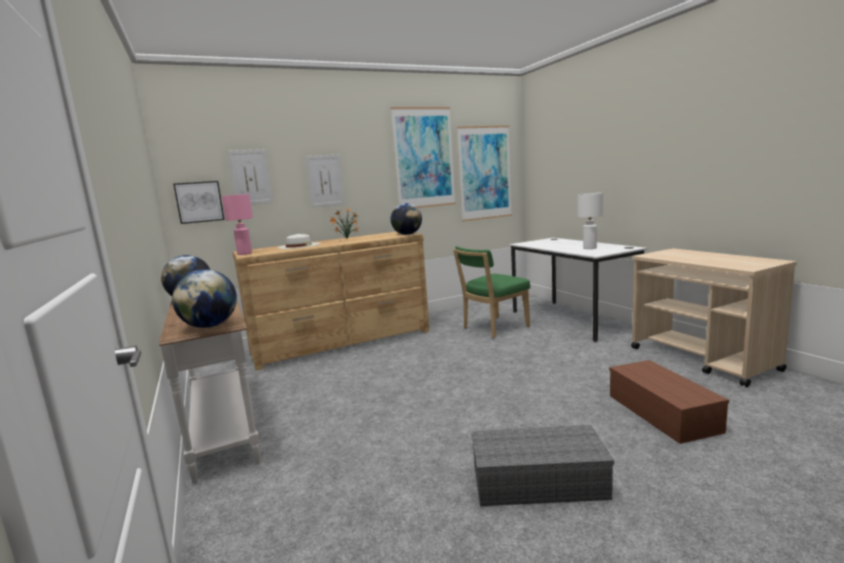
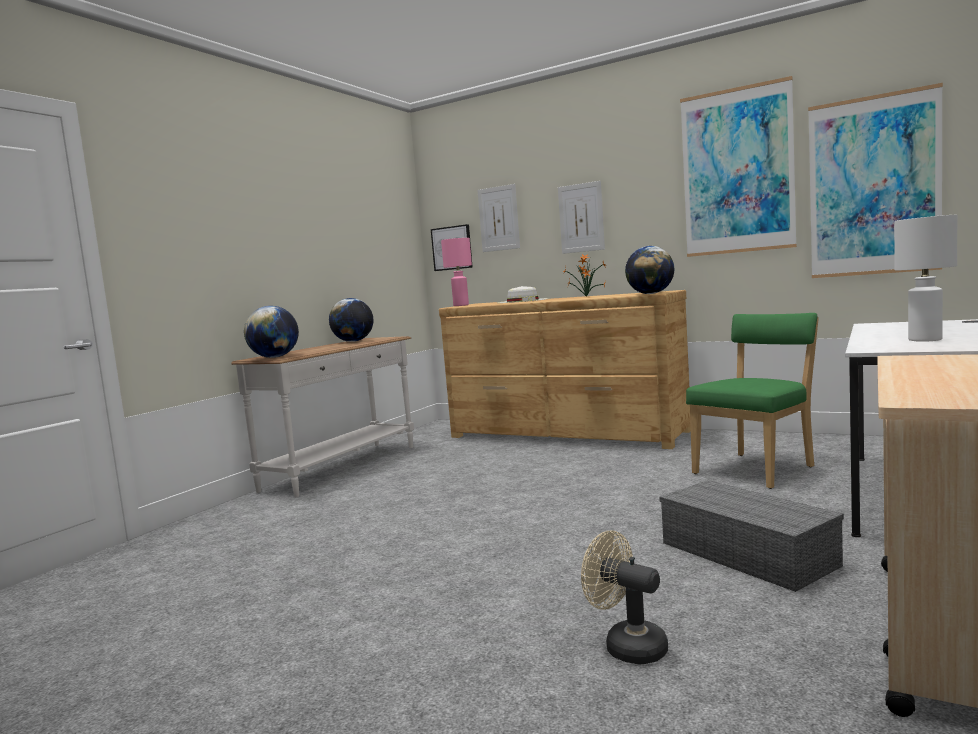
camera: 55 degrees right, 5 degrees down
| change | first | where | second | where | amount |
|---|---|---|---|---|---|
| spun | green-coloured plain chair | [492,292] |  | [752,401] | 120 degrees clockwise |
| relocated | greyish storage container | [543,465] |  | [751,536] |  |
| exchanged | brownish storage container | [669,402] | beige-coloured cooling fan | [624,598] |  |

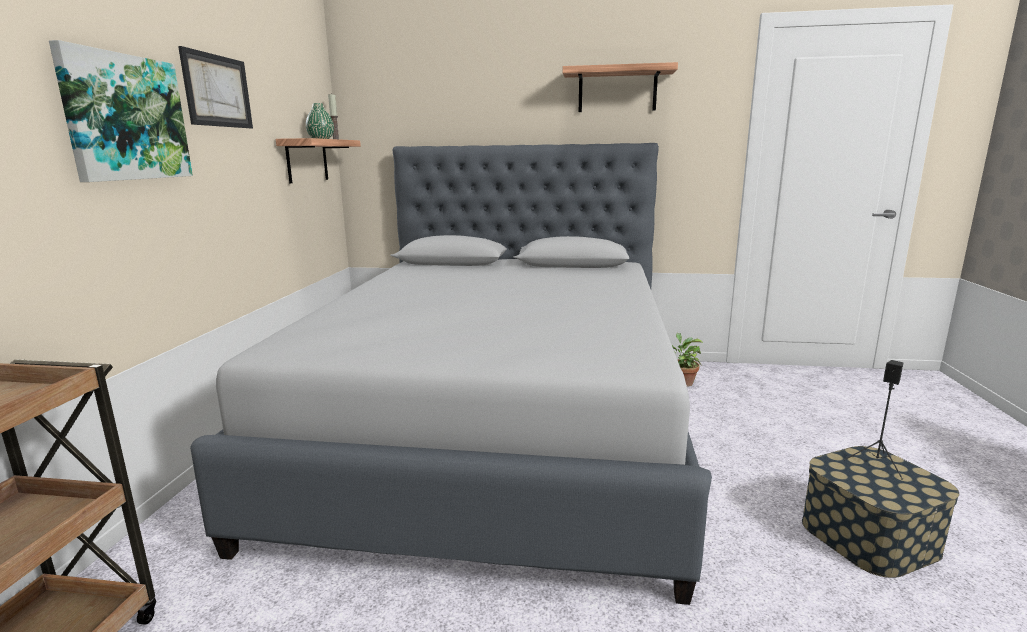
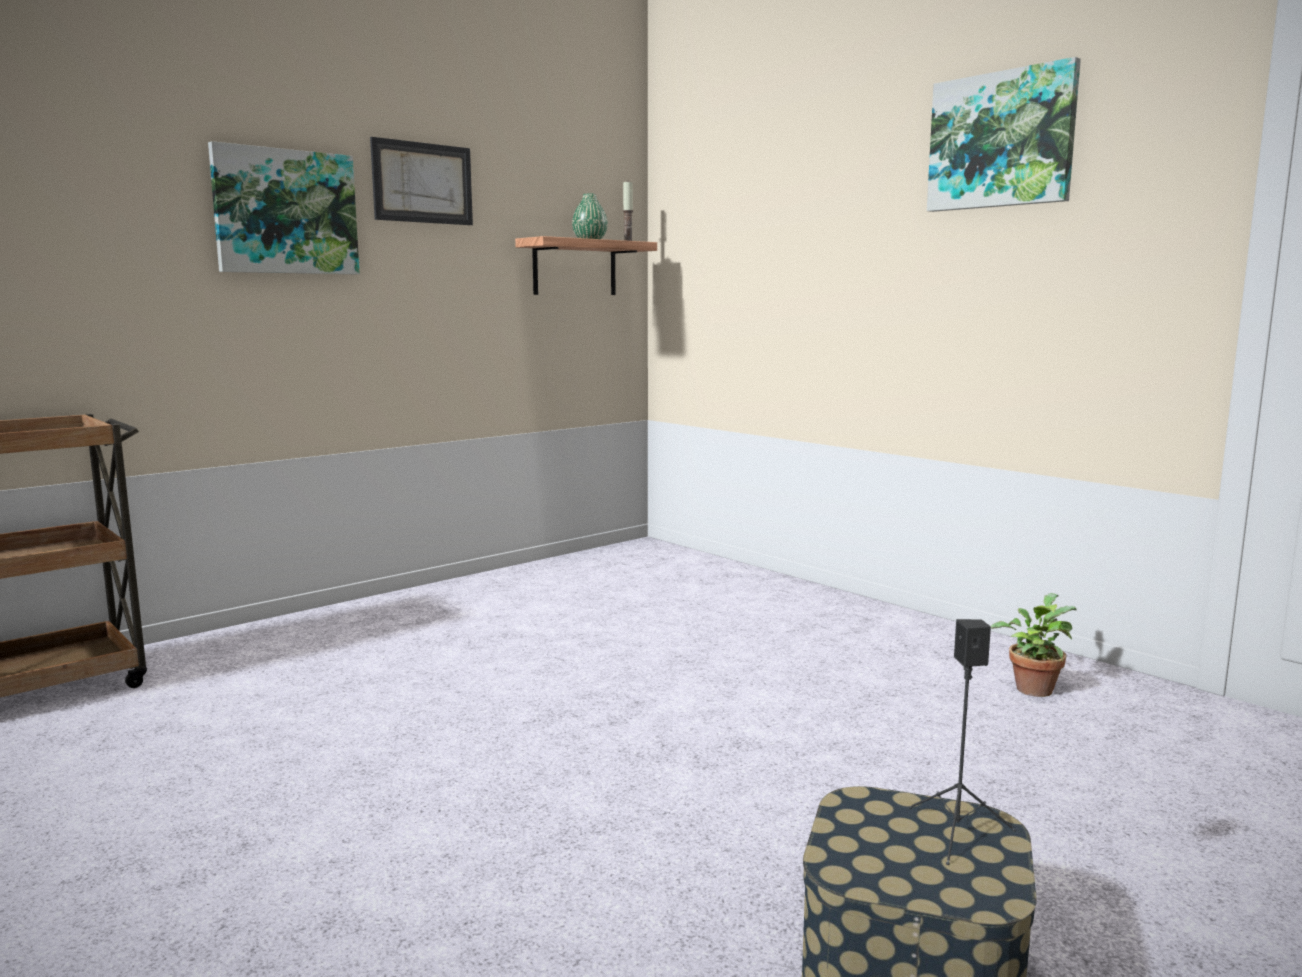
camera: 40 degrees right, 5 degrees down
| change | first | where | second | where | amount |
|---|---|---|---|---|---|
| missing | greyish bedroom bed | [451,374] |  |  |  |
| exchanged | wall shelf | [620,87] | picture | [1004,134] |  |

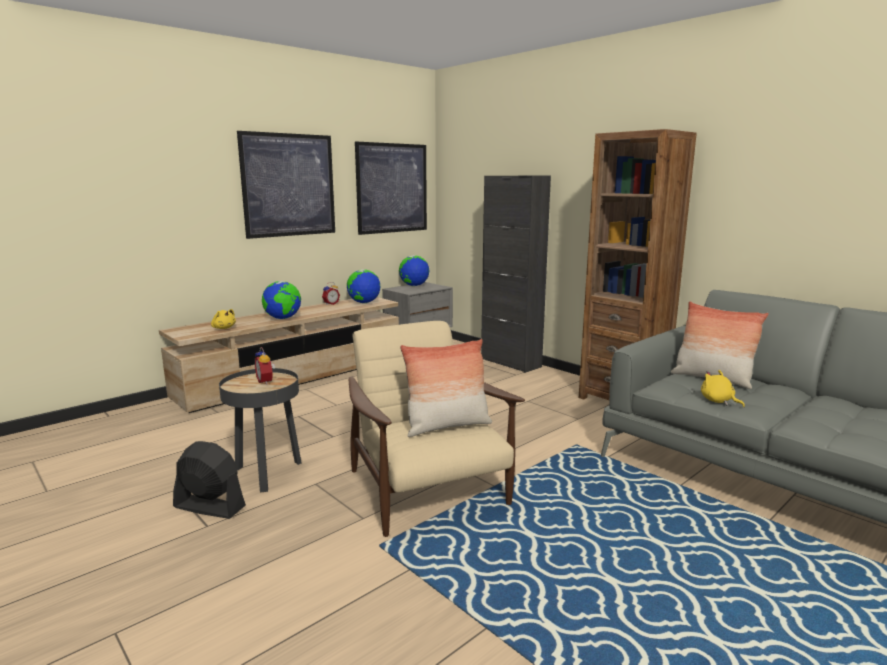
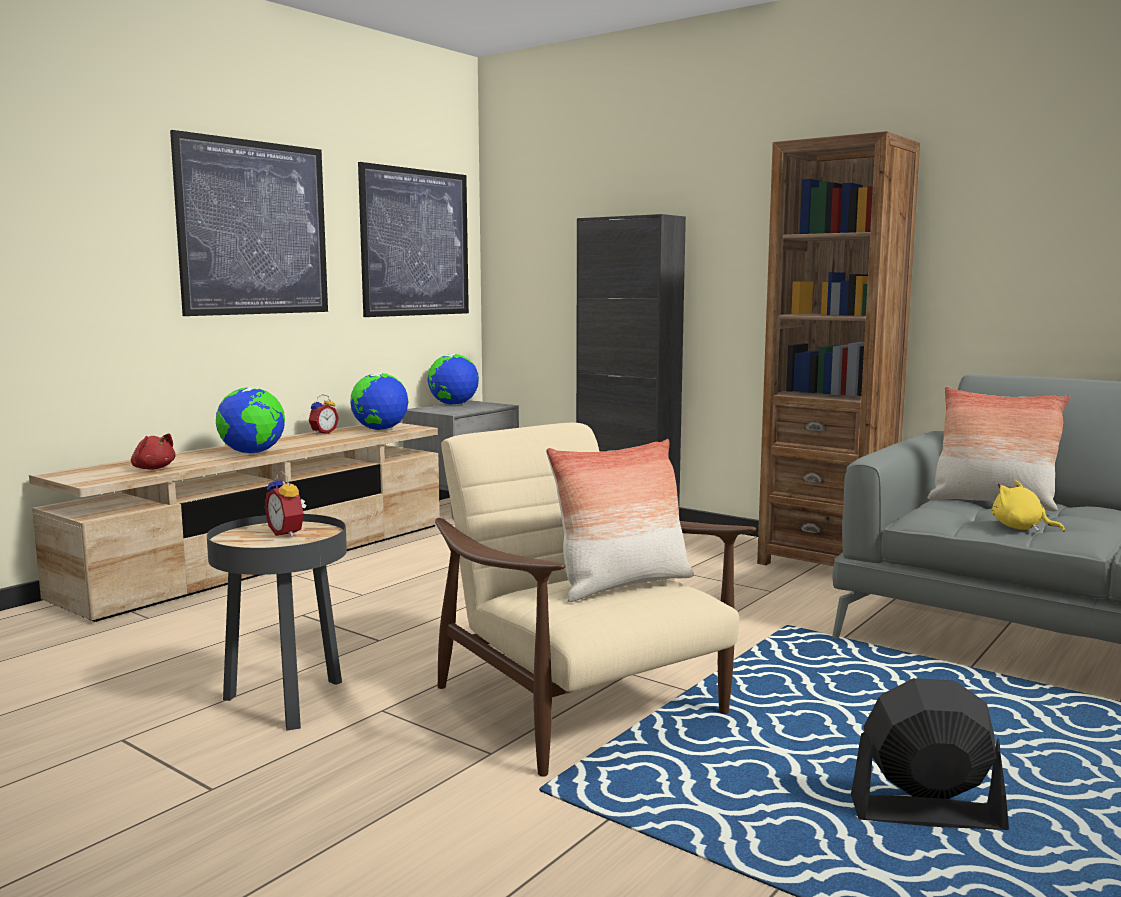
camera: 10 degrees left, 5 degrees down
| change | first | where | second | where | amount |
|---|---|---|---|---|---|
| relocated | black cooling fan | [209,480] |  | [930,754] |  |
| colour | yellow-coloured plush toy | [223,319] | red-coloured plush toy | [153,451] |  |

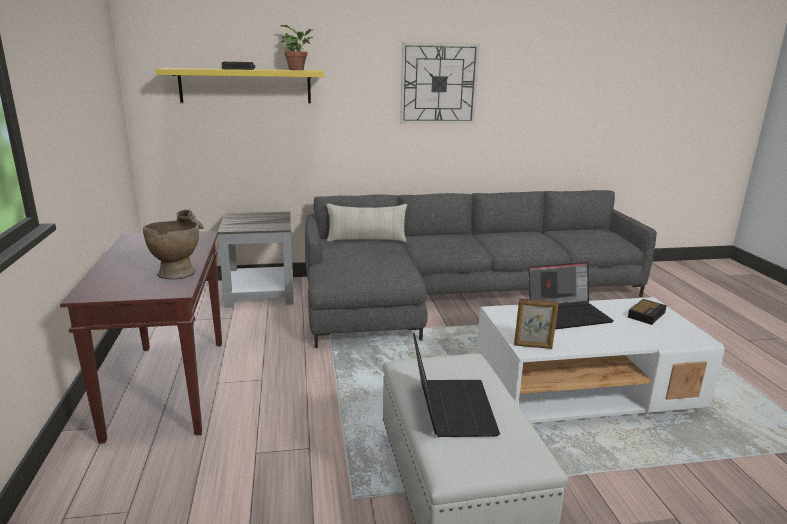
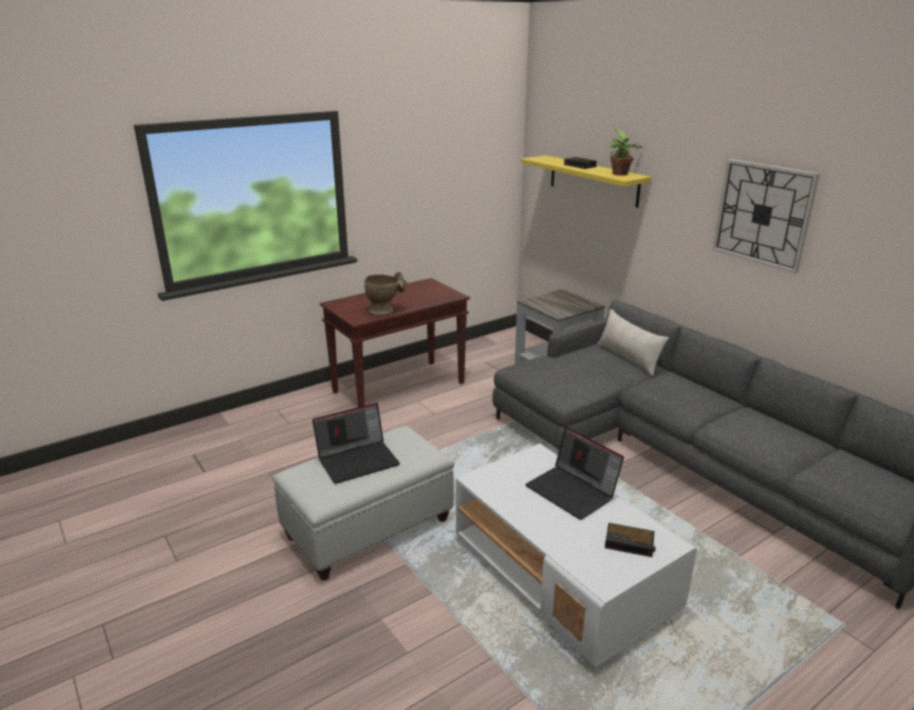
camera: 65 degrees right, 5 degrees up
| change | first | where | second | where | amount |
|---|---|---|---|---|---|
| missing | picture frame | [536,323] |  |  |  |

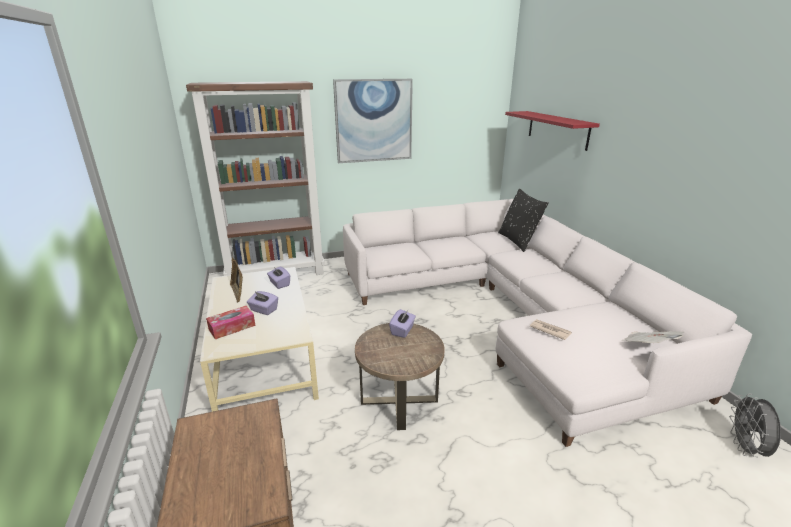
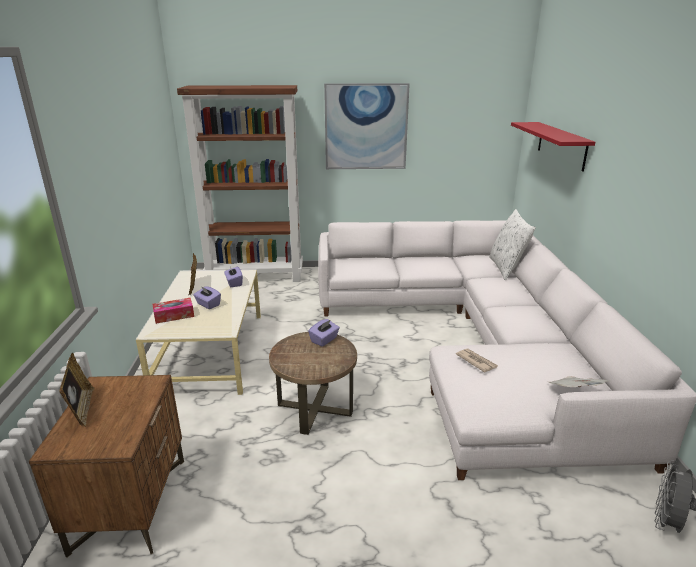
camera: 15 degrees right, 0 degrees up
| change | first | where | second | where | amount |
|---|---|---|---|---|---|
| colour | black throw pillow | [523,220] | white-coloured throw pillow | [512,244] |  |
| appeared |  |  | picture frame | [76,390] |  |

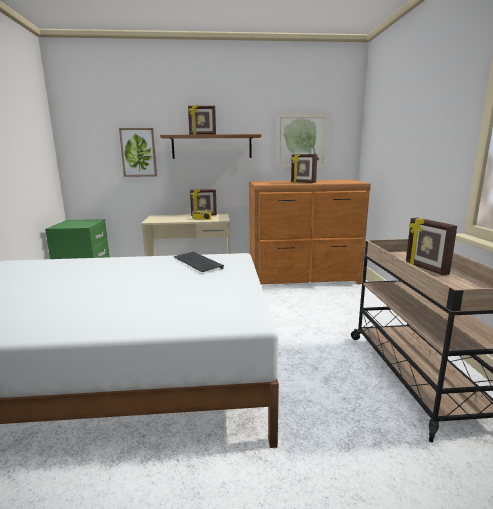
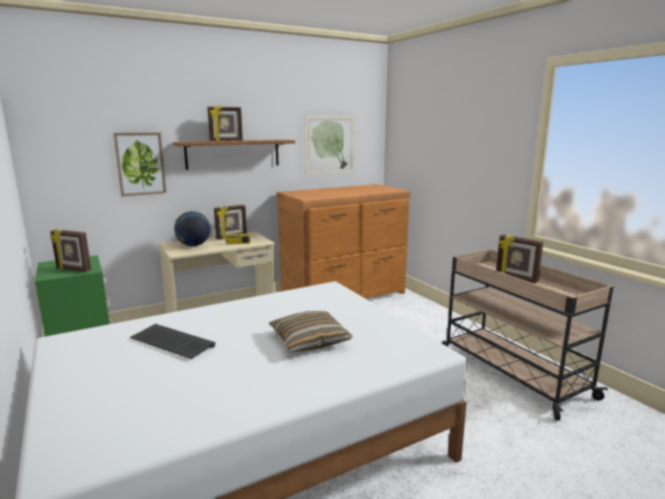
camera: 25 degrees left, 0 degrees up
| change | first | where | second | where | amount |
|---|---|---|---|---|---|
| relocated | PC keyboard | [198,262] |  | [173,341] |  |
| relocated | picture frame | [304,168] |  | [70,251] |  |
| appeared |  |  | world globe | [192,228] |  |
| appeared |  |  | throw pillow | [310,331] |  |

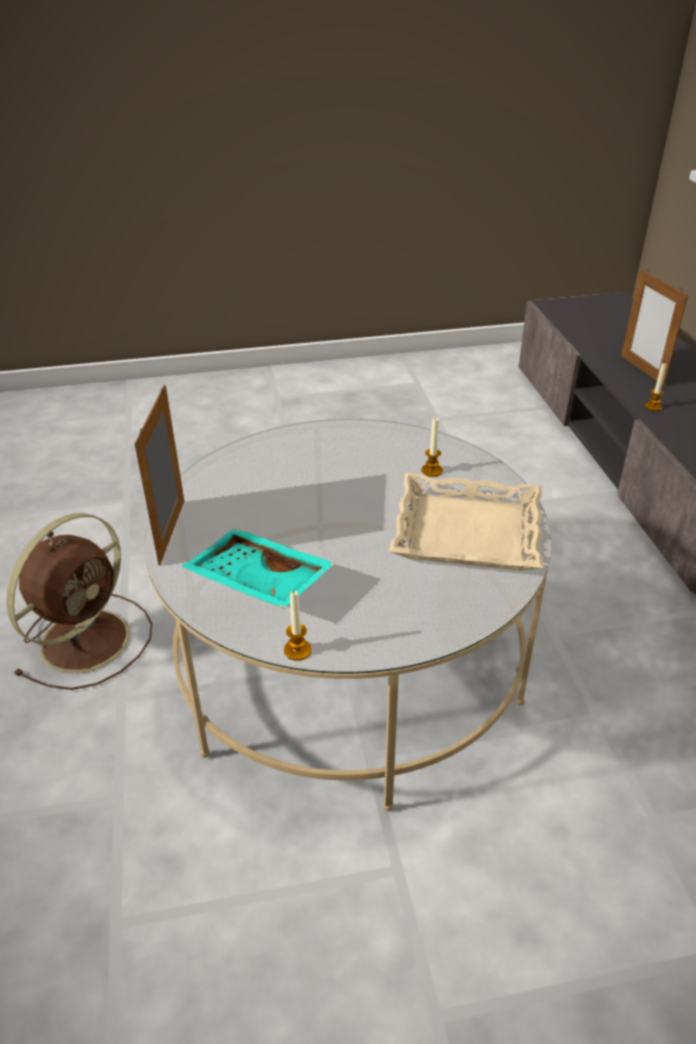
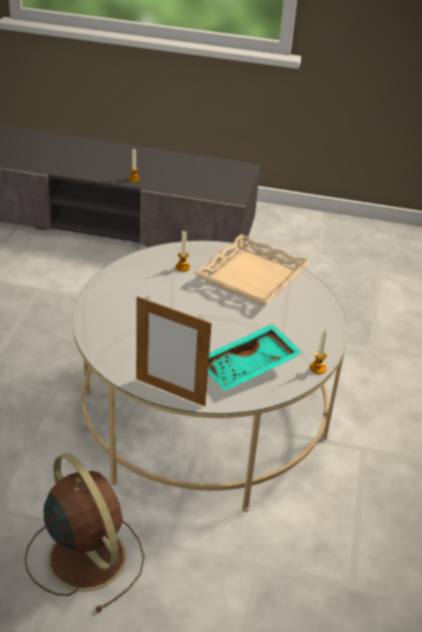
camera: 70 degrees left, 0 degrees up
| change | first | where | second | where | amount |
|---|---|---|---|---|---|
| missing | picture frame | [654,327] |  |  |  |

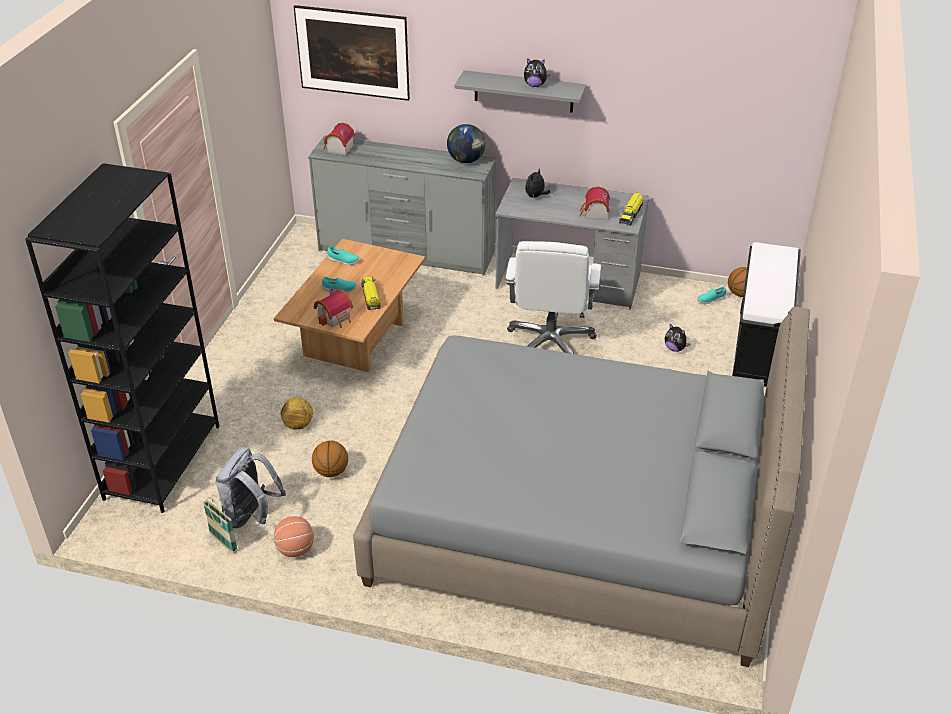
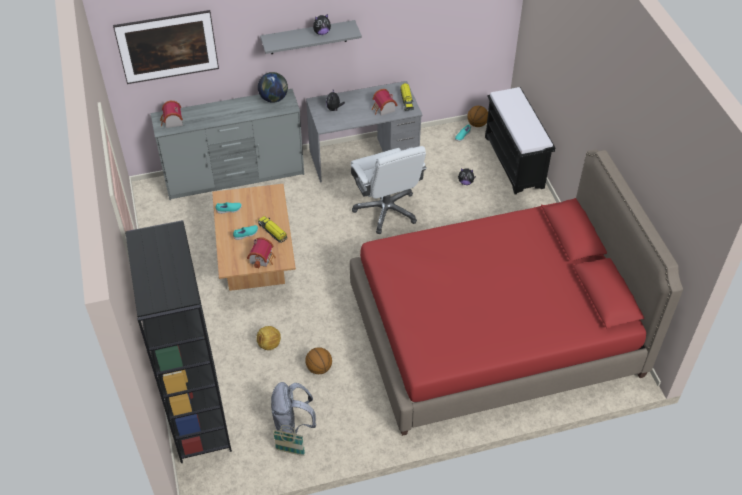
camera: 30 degrees left, 10 degrees up
| change | first | where | second | where | amount |
|---|---|---|---|---|---|
| missing | ball for basketball | [294,536] |  |  |  |
| colour | greyish bedroom bed | [581,487] | red-coloured bedroom bed | [516,293] |  |

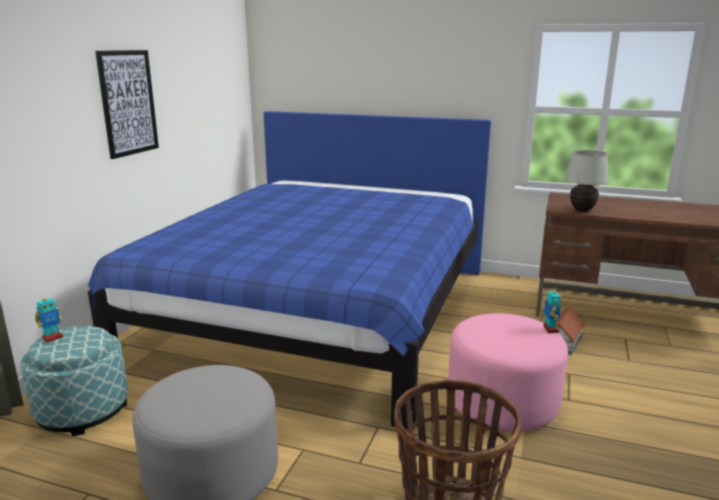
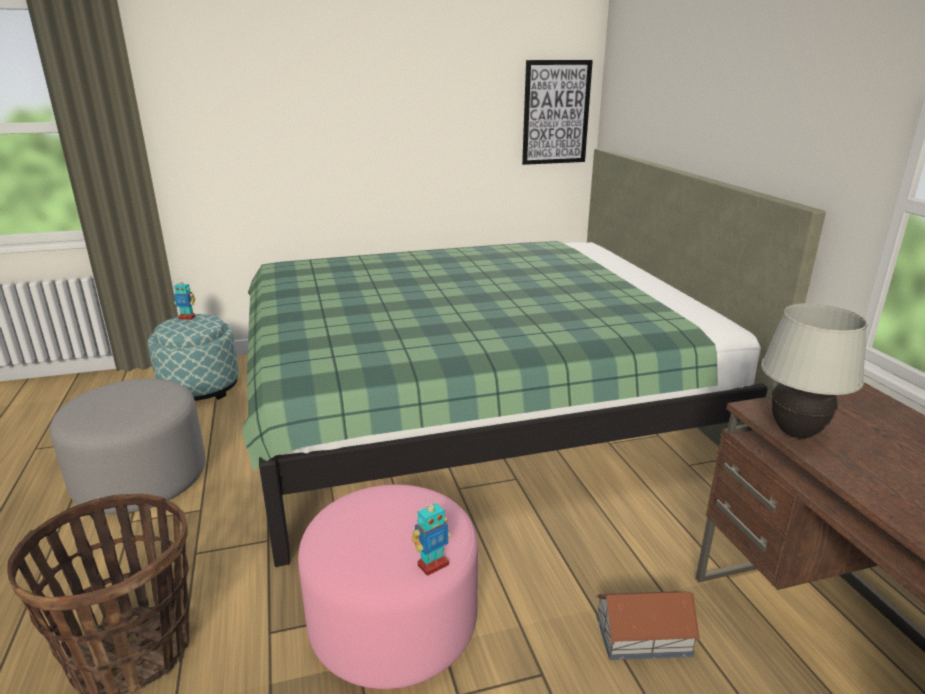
camera: 55 degrees right, 5 degrees up
| change | first | where | second | where | amount |
|---|---|---|---|---|---|
| colour | blue bedroom bed | [289,270] | green-coloured bedroom bed | [534,357] |  |
| relocated | picture | [127,104] |  | [557,112] |  |

